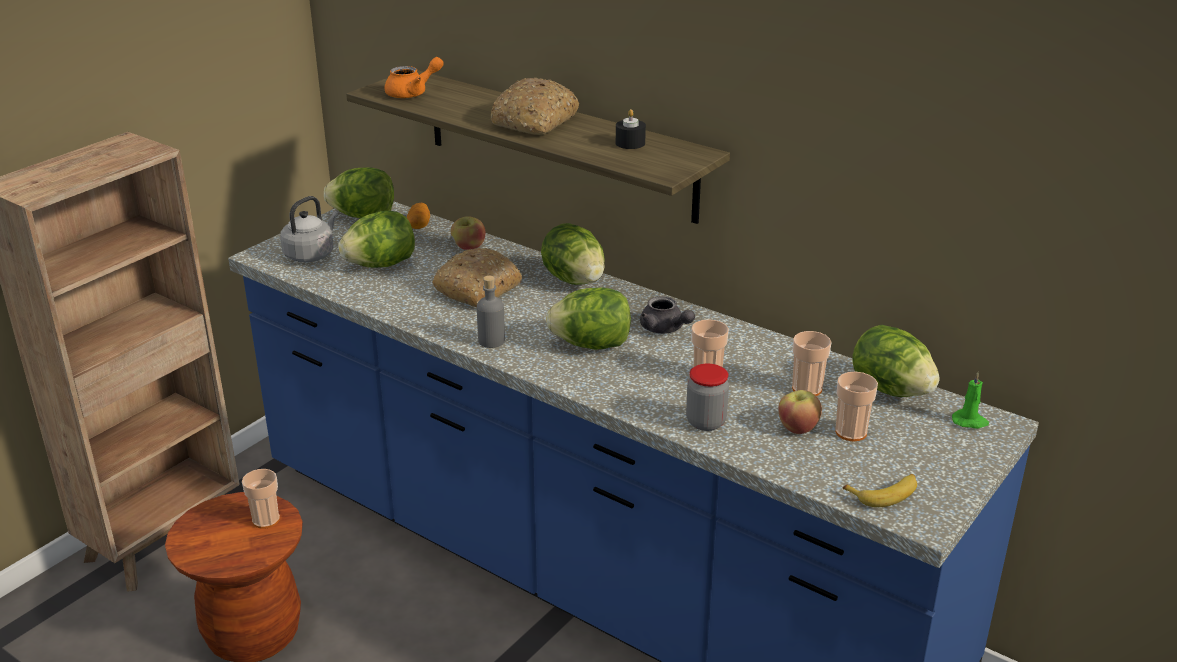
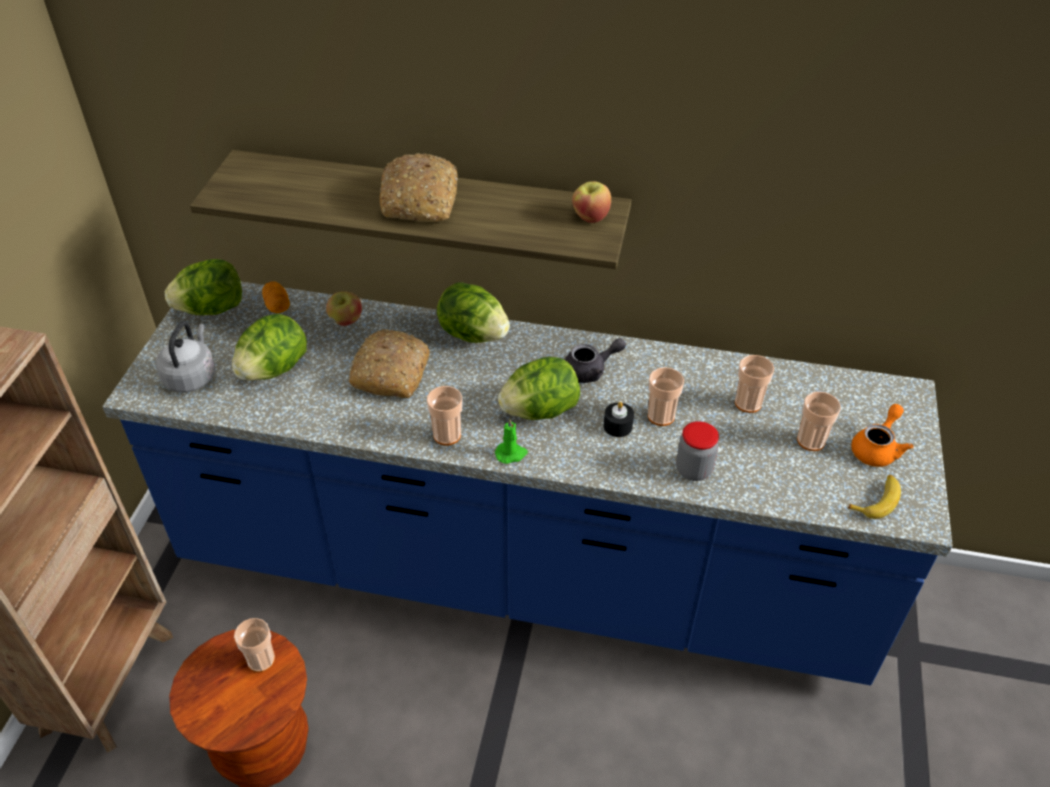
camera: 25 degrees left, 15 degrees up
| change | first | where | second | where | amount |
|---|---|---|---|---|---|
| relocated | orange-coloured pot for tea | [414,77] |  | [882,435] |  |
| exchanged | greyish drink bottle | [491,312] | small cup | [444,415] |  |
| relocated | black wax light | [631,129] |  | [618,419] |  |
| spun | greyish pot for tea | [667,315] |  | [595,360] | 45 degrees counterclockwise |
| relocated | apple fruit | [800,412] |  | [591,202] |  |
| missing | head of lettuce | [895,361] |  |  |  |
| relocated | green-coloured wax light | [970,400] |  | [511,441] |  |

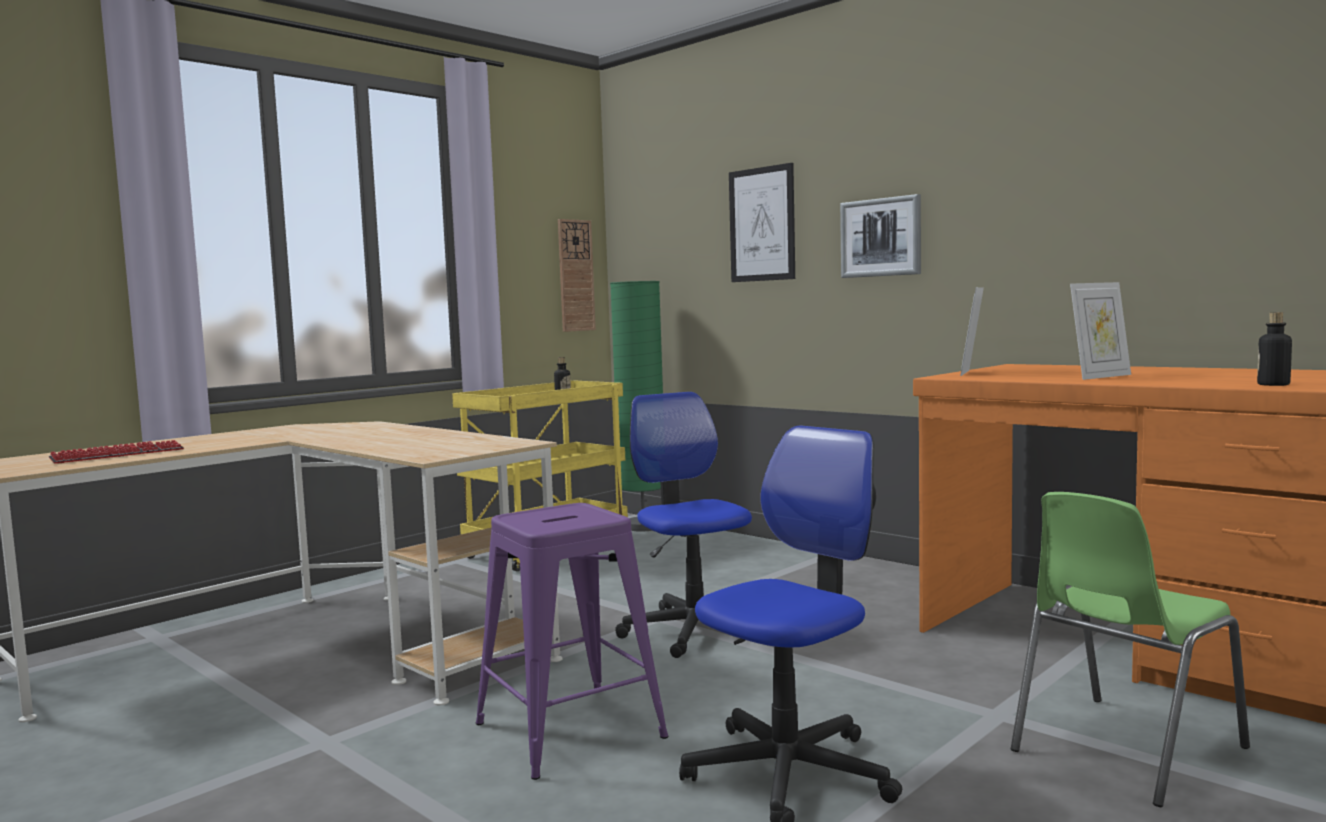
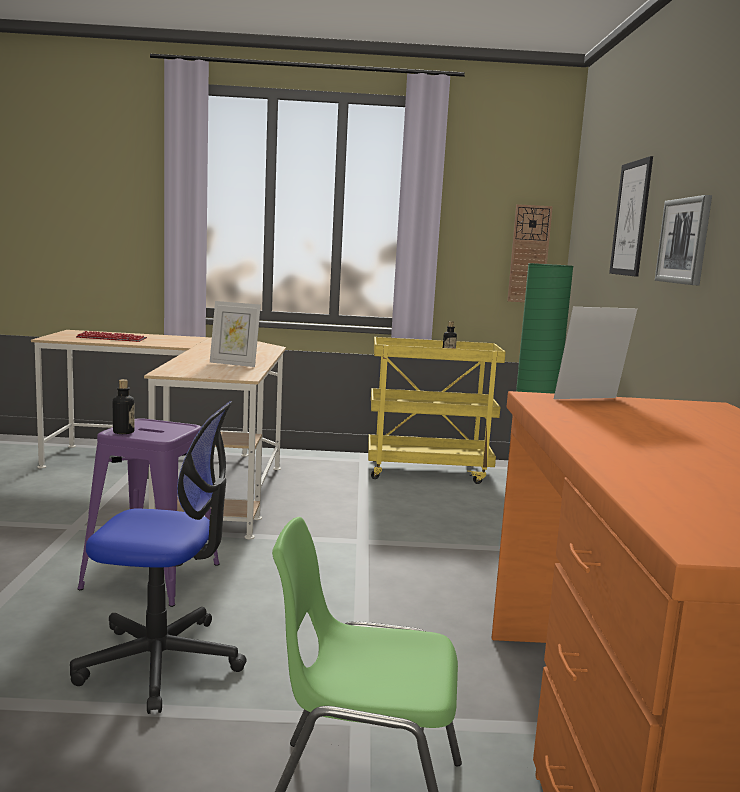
camera: 45 degrees right, 5 degrees up
| change | first | where | second | where | amount |
|---|---|---|---|---|---|
| missing | computer chair | [683,525] |  |  |  |
| relocated | picture frame | [1100,331] |  | [235,334] |  |
| relocated | drink bottle | [1274,349] |  | [124,406] |  |

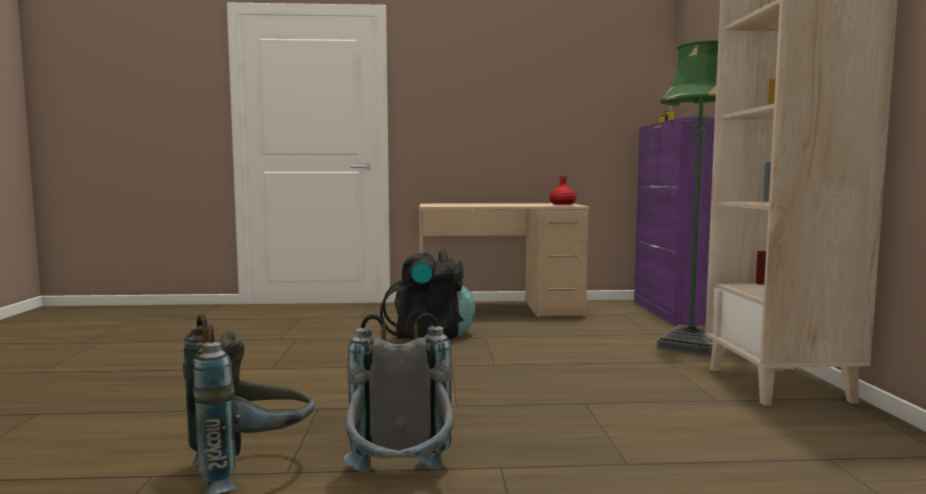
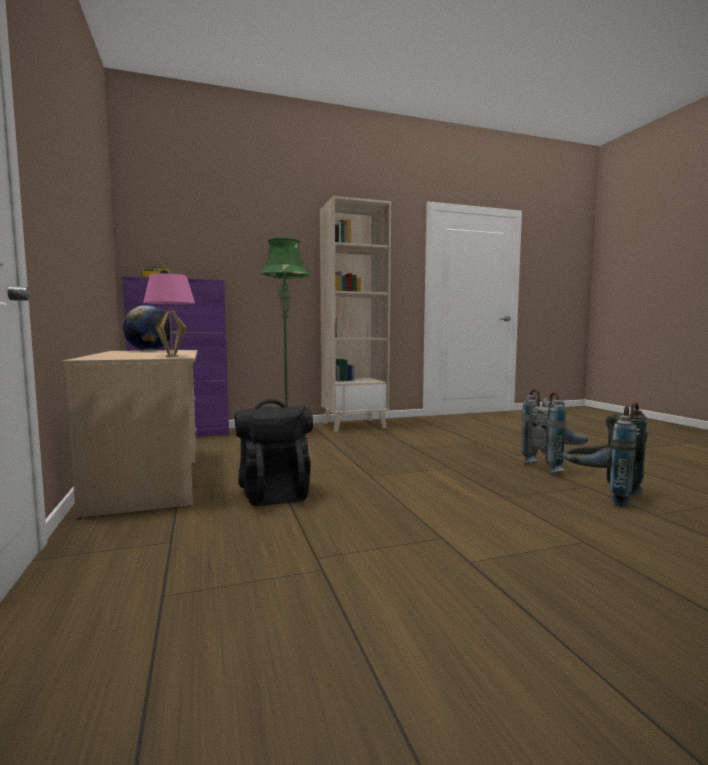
camera: 105 degrees left, 0 degrees up
| change | first | where | second | where | amount |
|---|---|---|---|---|---|
| exchanged | red-coloured drink bottle | [562,190] | world globe | [147,328] |  |
| appeared |  |  | pinkish table lamp | [169,315] |  |

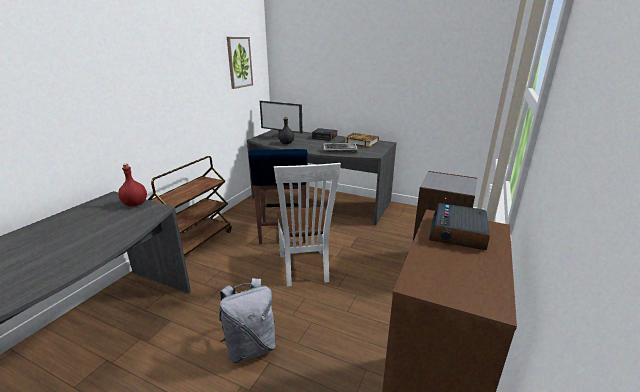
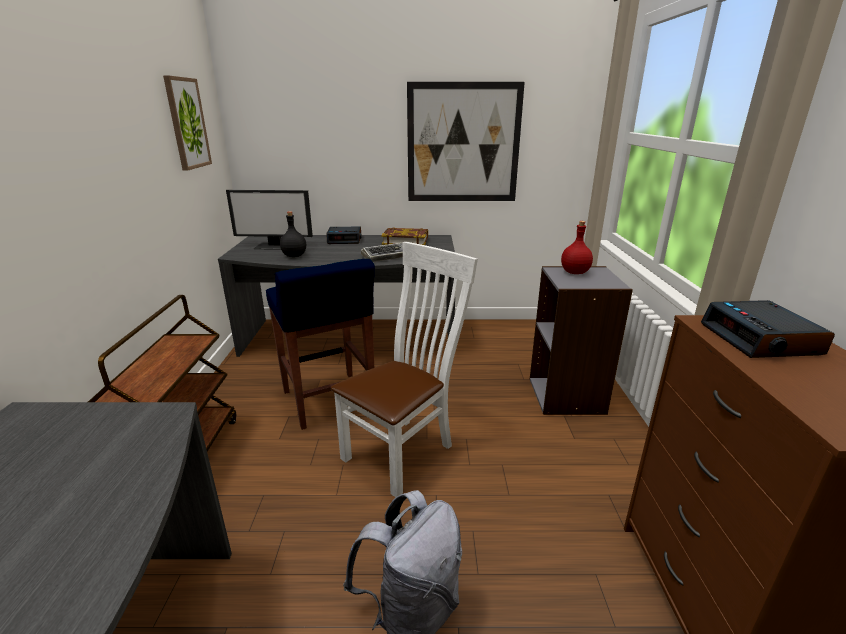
camera: 25 degrees left, 0 degrees up
| change | first | where | second | where | amount |
|---|---|---|---|---|---|
| relocated | red-coloured drink bottle | [132,185] |  | [577,247] |  |
| spun | white-coloured plain chair | [307,225] |  | [404,369] | 105 degrees counterclockwise |
| appeared |  |  | picture | [466,141] |  |

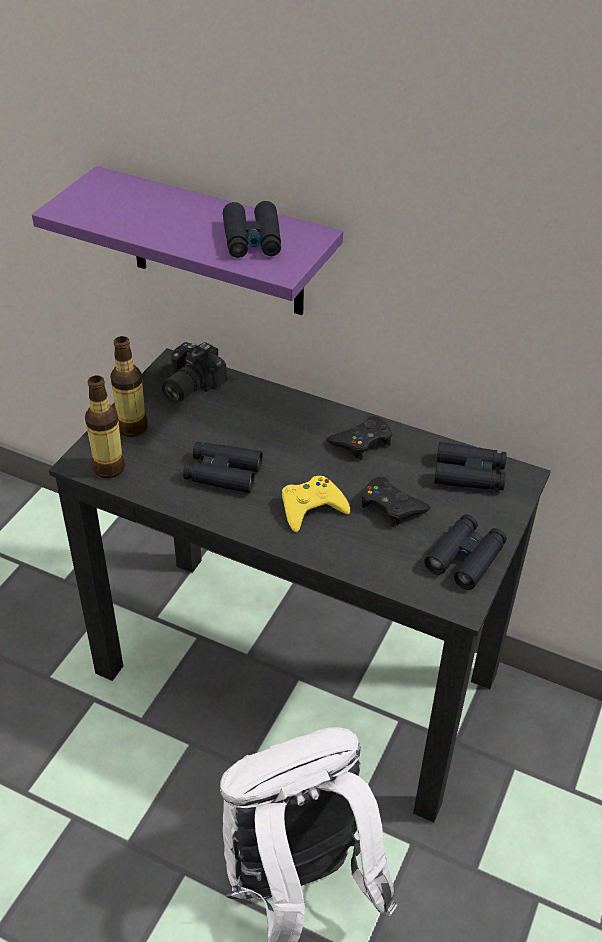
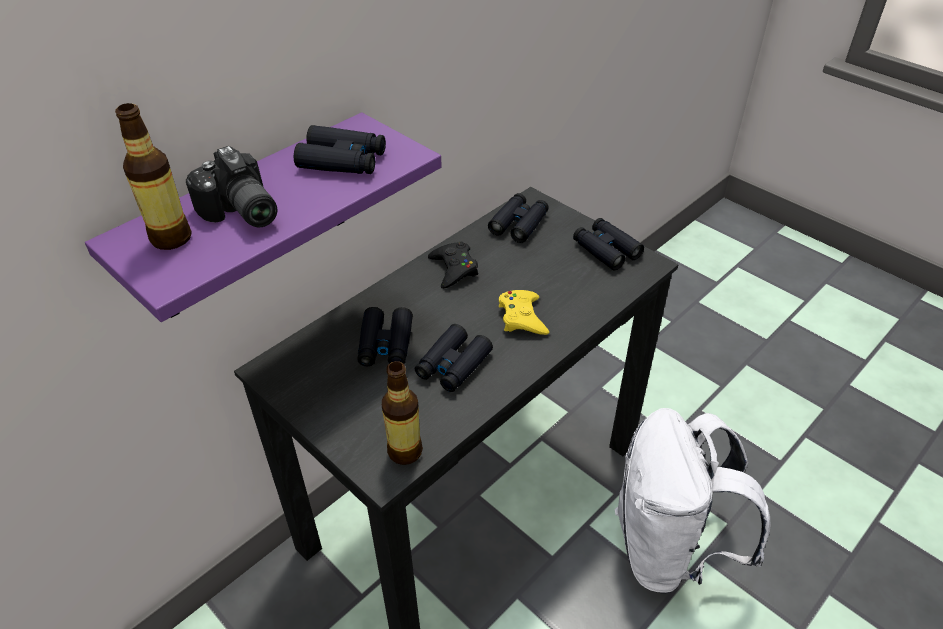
camera: 70 degrees left, 0 degrees up
| change | first | where | second | where | amount |
|---|---|---|---|---|---|
| relocated | drink bottle | [129,386] |  | [153,176] |  |
| relocated | photo camera | [194,372] |  | [231,187] |  |
| missing | black gamepad | [396,502] |  |  |  |
| appeared |  |  | black field glasses | [385,336] |  |

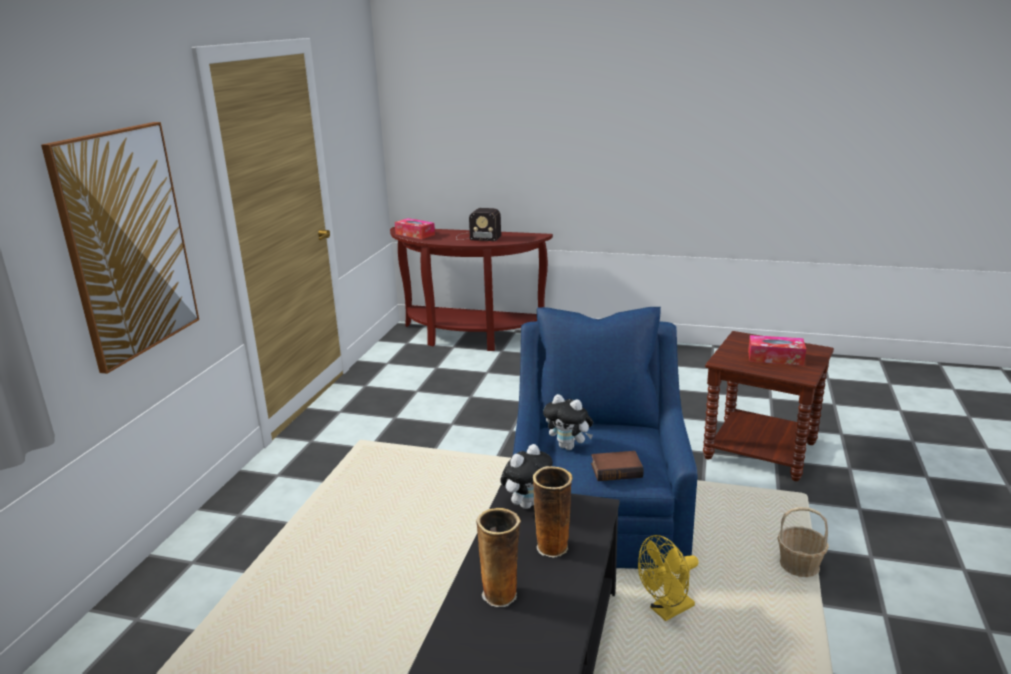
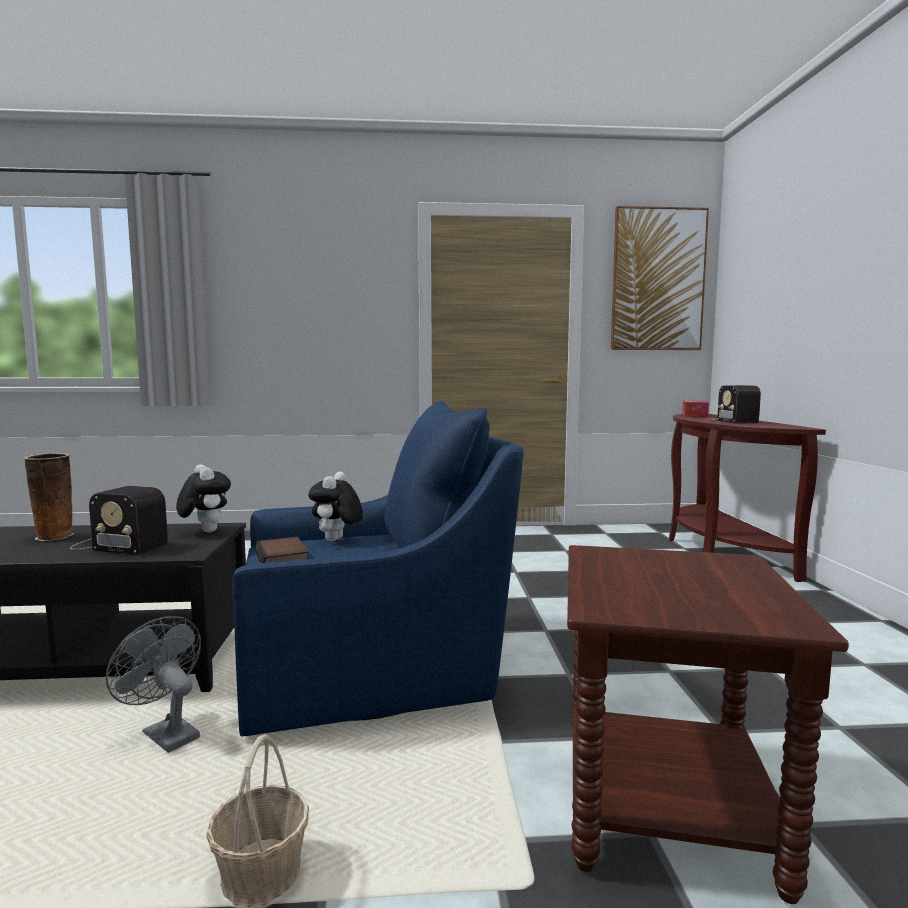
camera: 70 degrees right, 15 degrees down
| change | first | where | second | where | amount |
|---|---|---|---|---|---|
| relocated | picture | [120,248] |  | [660,278] |  |
| spun | plush toy | [526,476] |  | [203,498] | 150 degrees counterclockwise |
| exchanged | flower vase | [553,512] | radio set | [119,520] |  |
| colour | yellow-coloured cooling fan | [668,578] | greyish cooling fan | [153,684] |  |
| missing | tissue box | [777,350] |  |  |  |

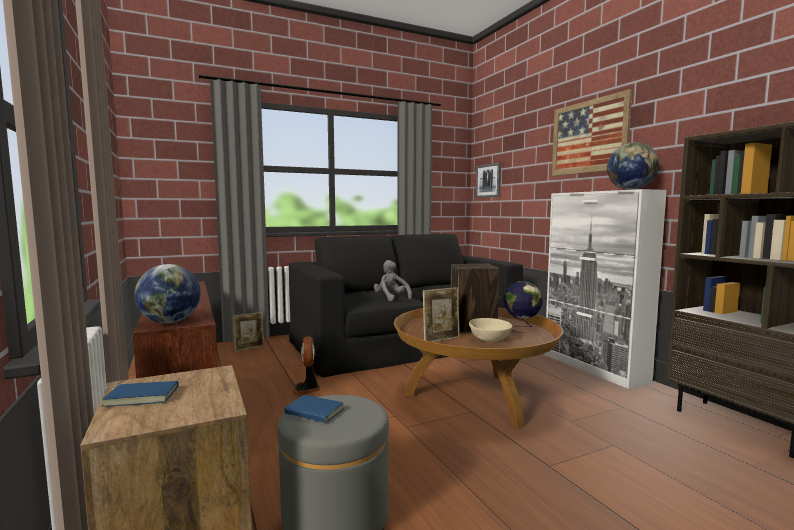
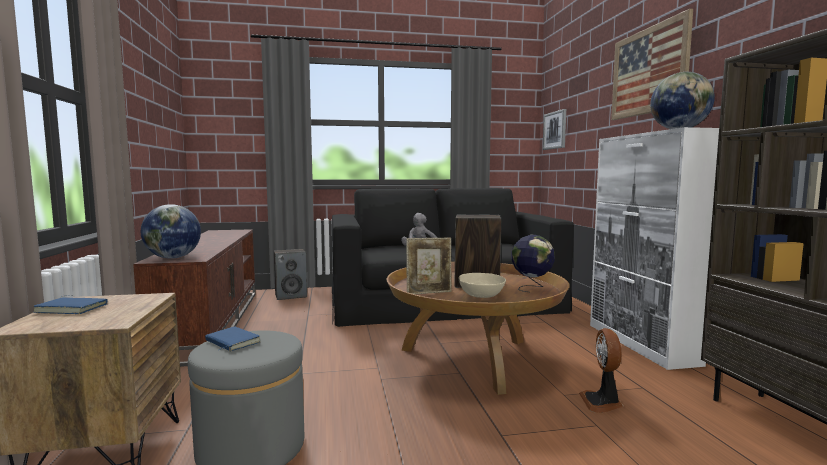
camera: 15 degrees right, 0 degrees up
| change | first | where | second | where | amount |
|---|---|---|---|---|---|
| exchanged | picture frame | [248,332] | speaker | [290,274] |  |
| relocated | cooling fan | [307,366] |  | [601,370] |  |

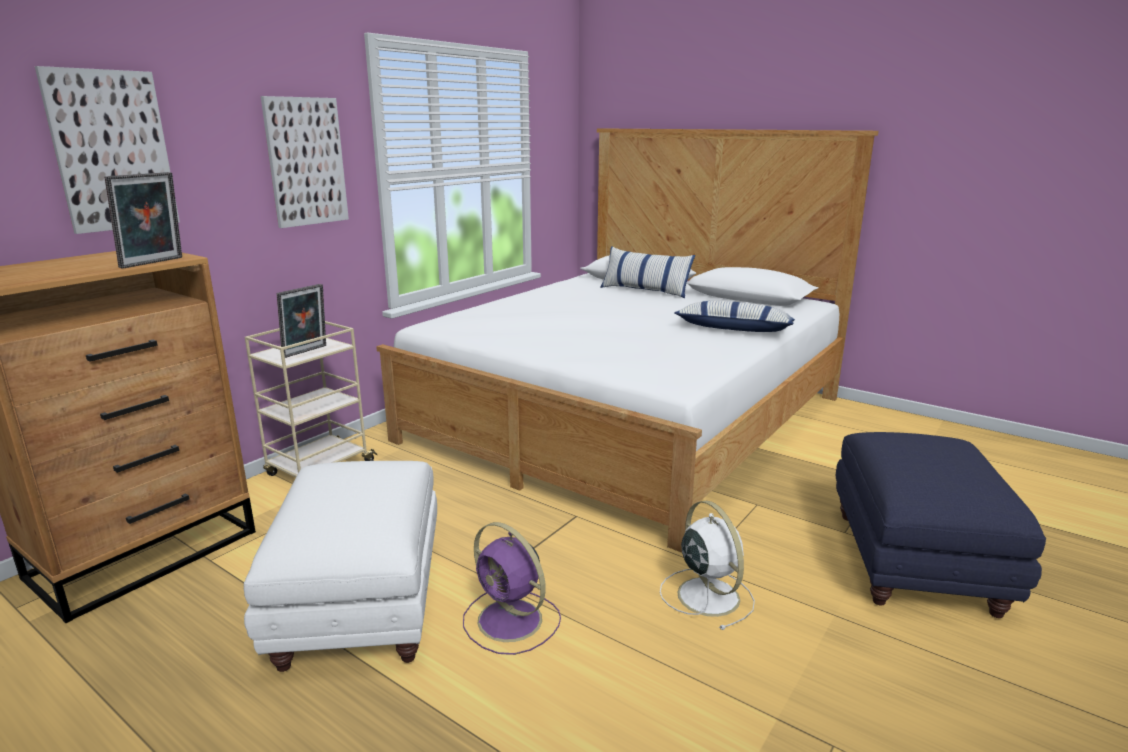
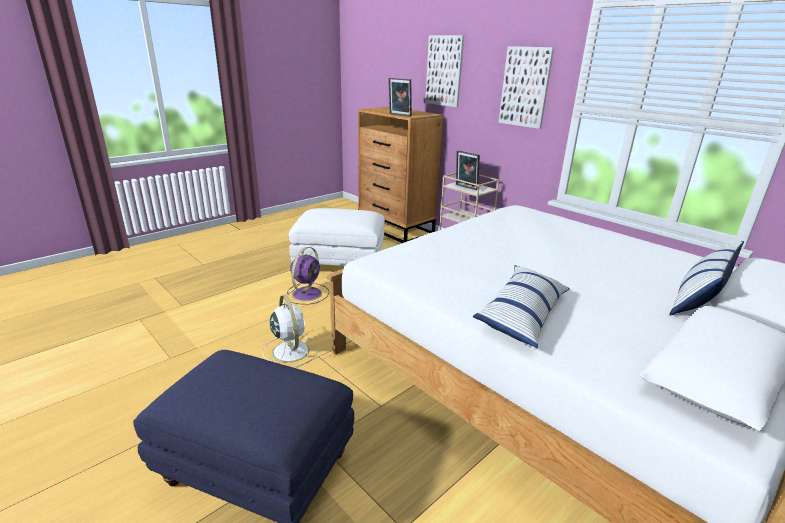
camera: 100 degrees right, 5 degrees up
| change | first | where | second | where | amount |
|---|---|---|---|---|---|
| spun | purple cooling fan | [512,588] |  | [308,276] | 150 degrees clockwise |
| spun | white-coloured cooling fan | [707,565] |  | [289,331] | 105 degrees counterclockwise |

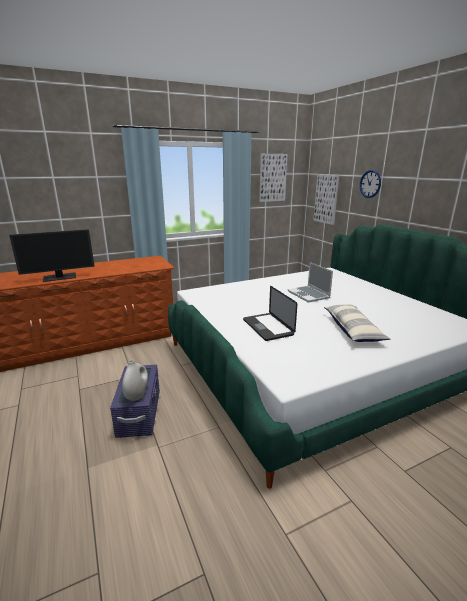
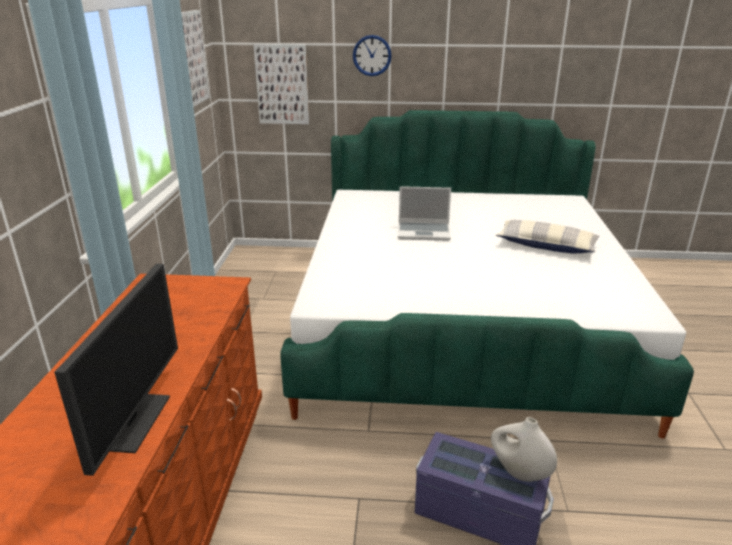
camera: 60 degrees left, 5 degrees up
| change | first | where | second | where | amount |
|---|---|---|---|---|---|
| missing | notebook computer | [270,313] |  |  |  |

